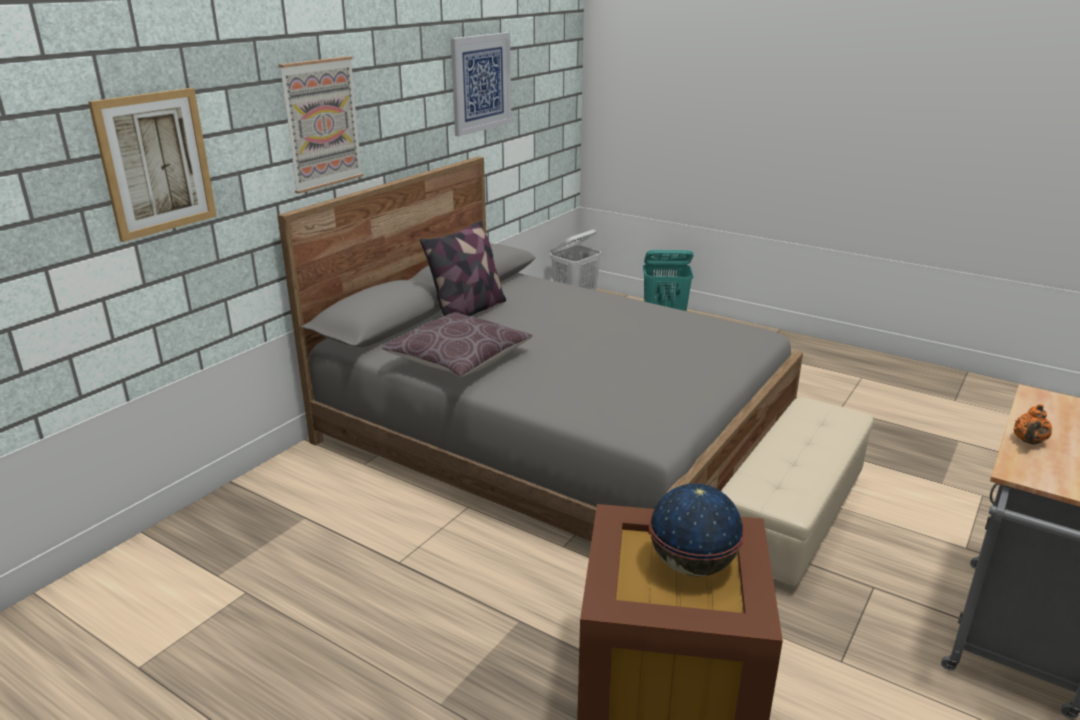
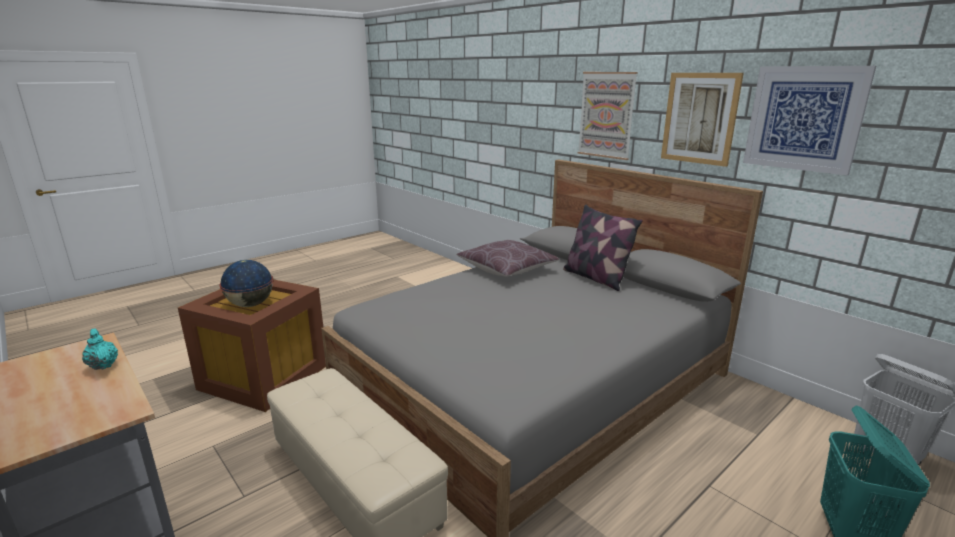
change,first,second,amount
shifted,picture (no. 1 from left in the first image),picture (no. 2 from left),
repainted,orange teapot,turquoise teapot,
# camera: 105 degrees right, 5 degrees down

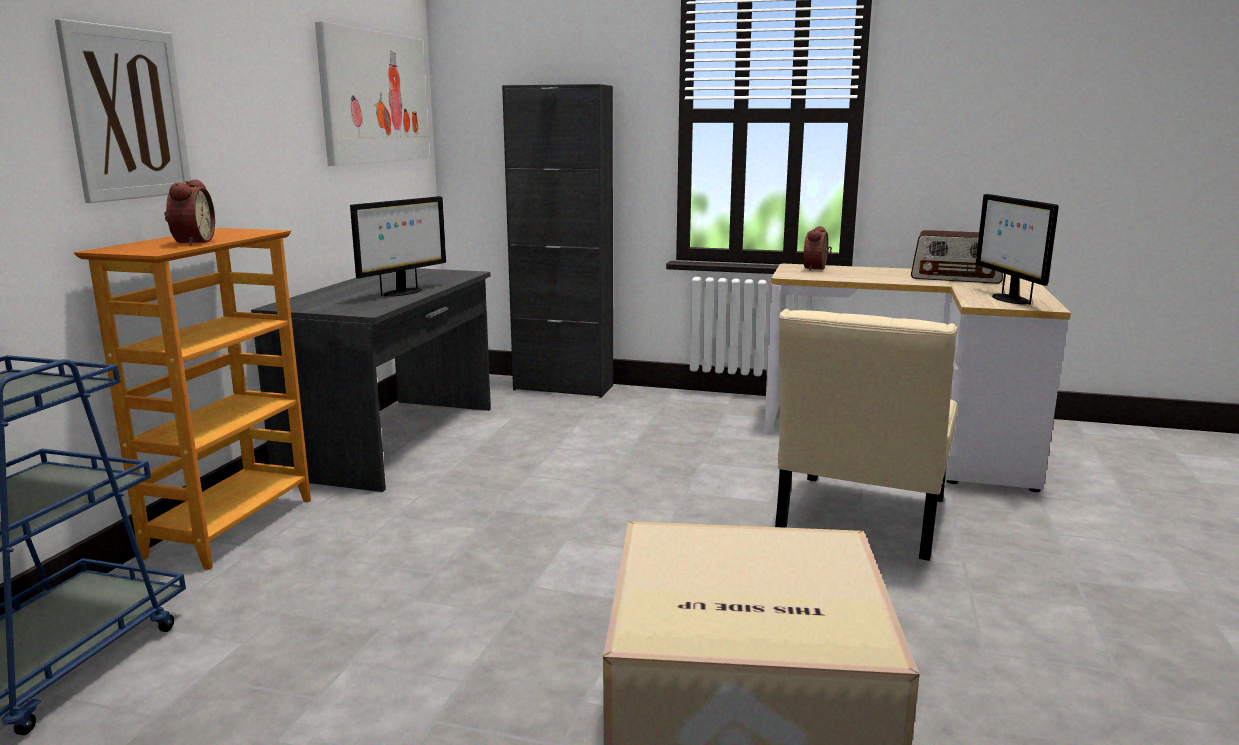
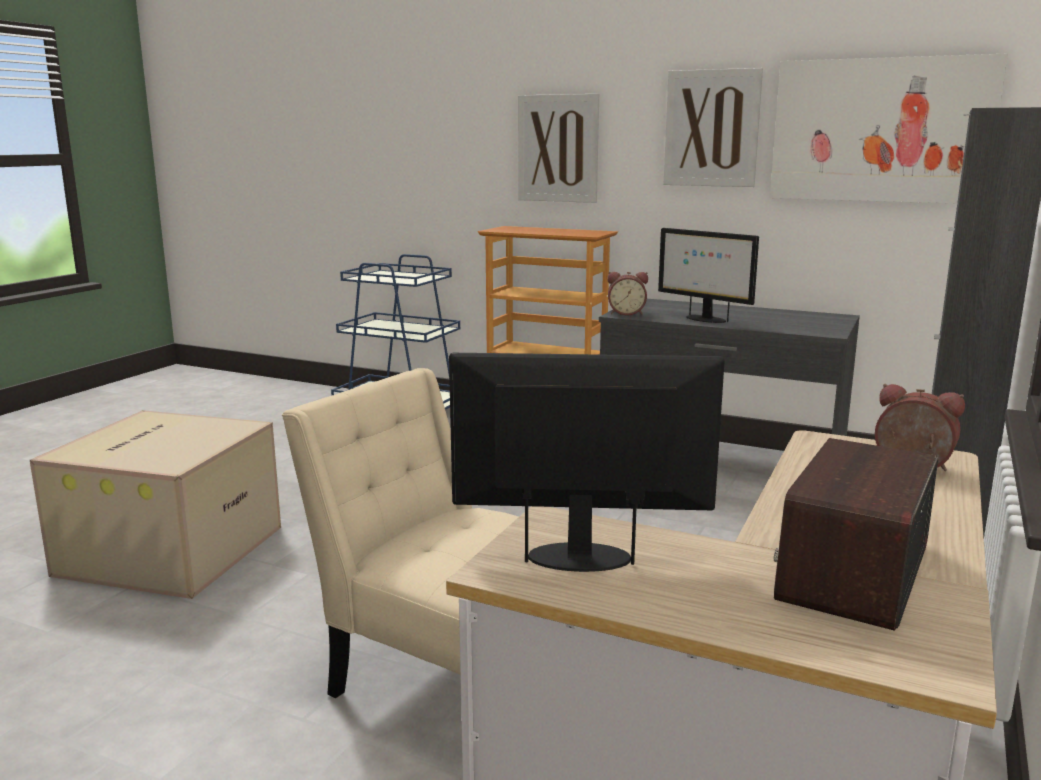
change,first,second,amount
new,,picture (no. 2 from left),
shifted,alarm clock (no. 1 from left),,
# camera: 100 degrees right, 0 degrees up

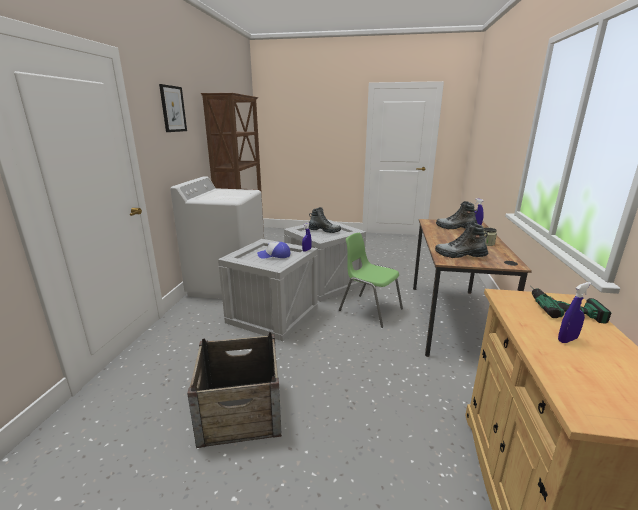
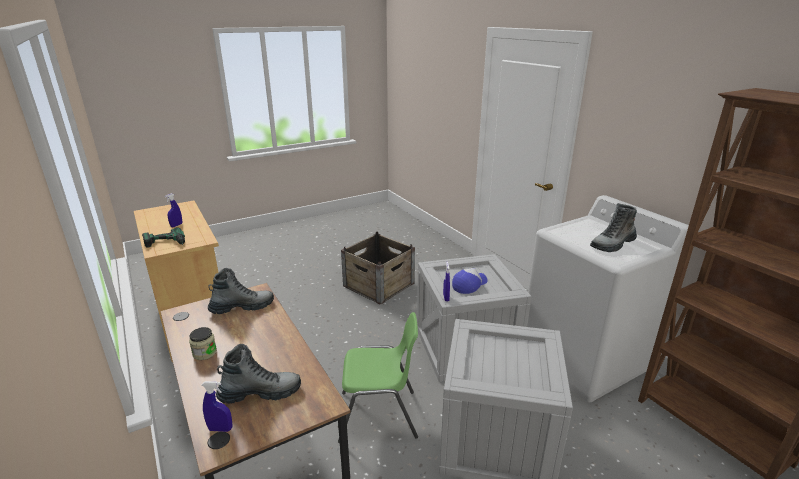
change,first,second,amount
gone,picture,,
shifted,boot (no. 1 from left in the first image),boot (no. 3 from left),
# camera: 140 degrees right, 5 degrees up

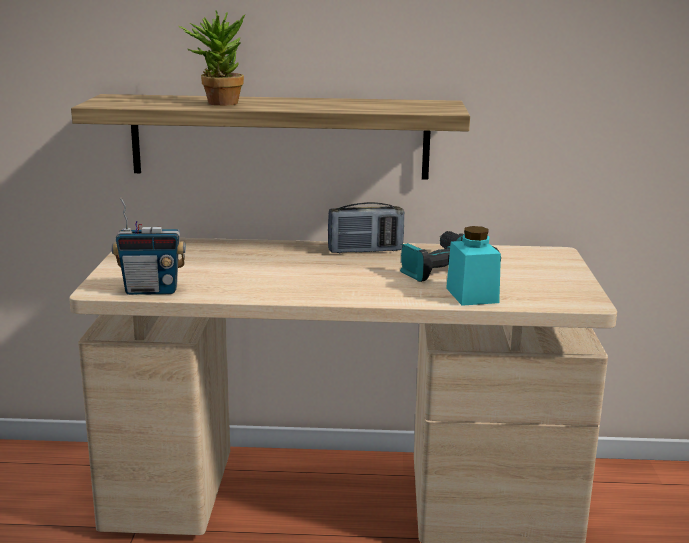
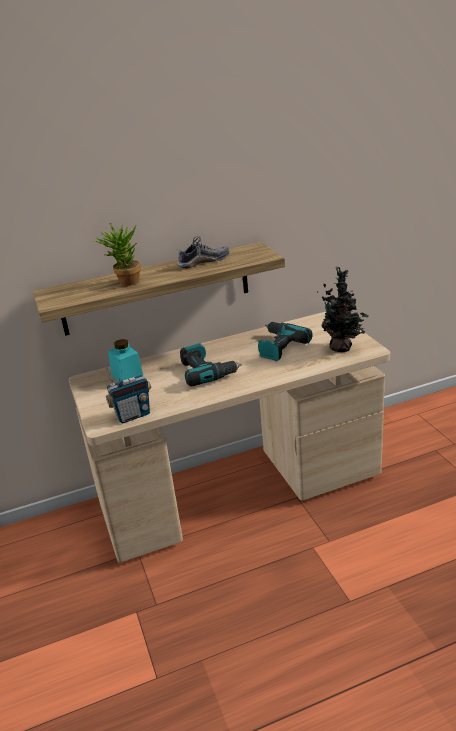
change,first,second,amount
gone,radio (no. 2 from left),,
new,,shoe,
new,,power drill (no. 1 from left),
new,,potted plant (no. 2 from left),
shifted,turquoise jar,,
# camera: 20 degrees left, 10 degrees up

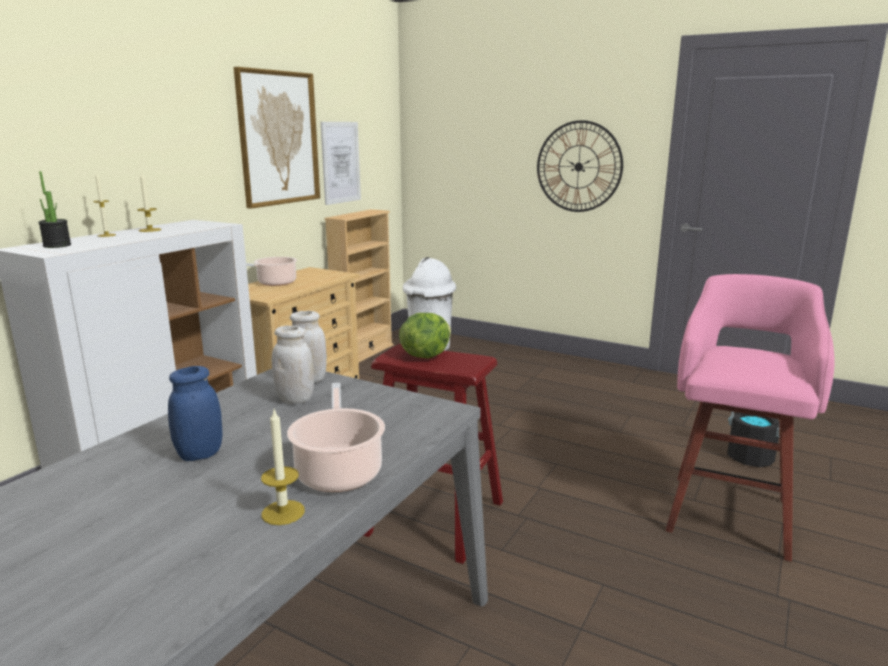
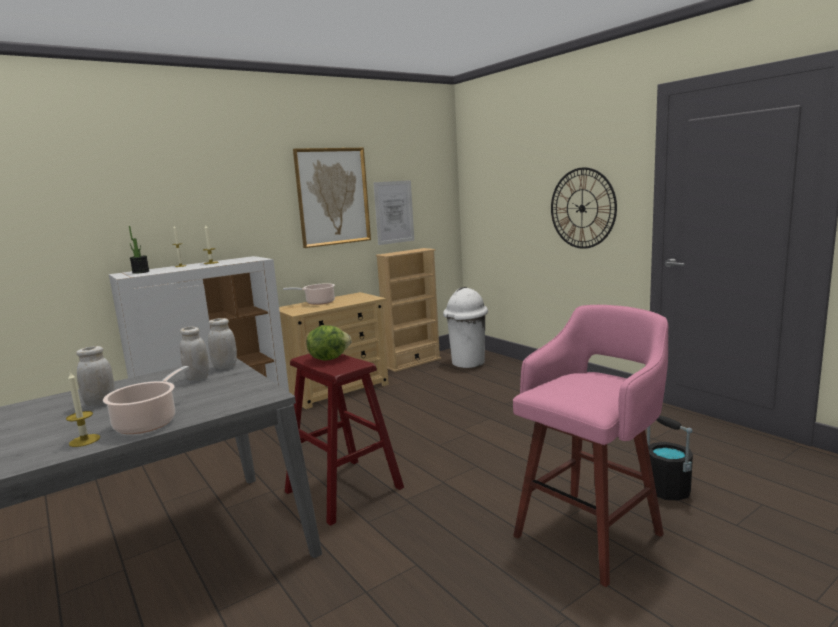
change,first,second,amount
repainted,blue jar,white jar (no. 1 from left),
# camera: 25 degrees right, 5 degrees down

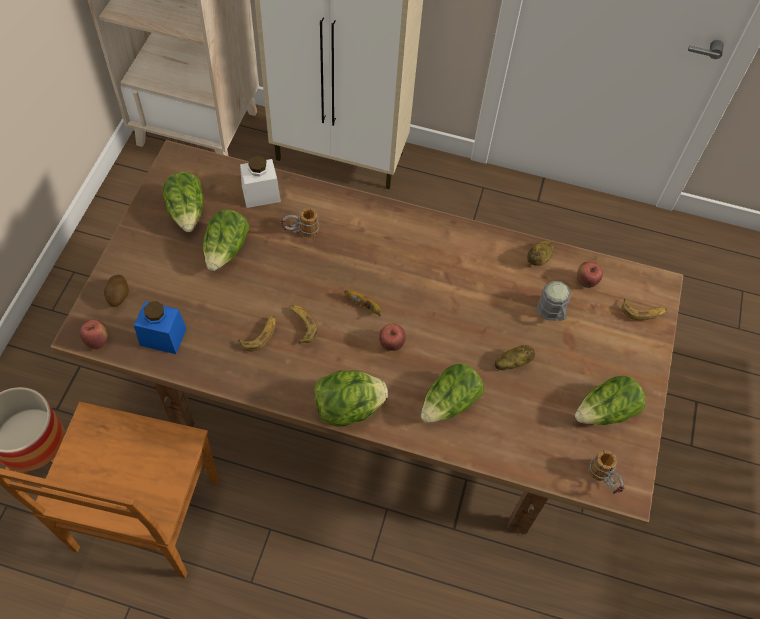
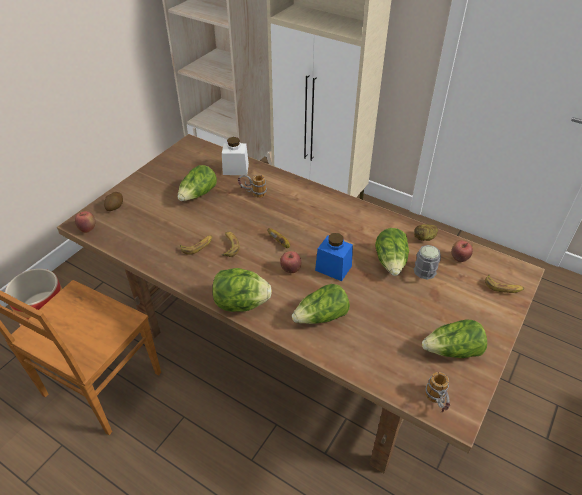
change,first,second,amount
gone,potato (no. 2 from left),,
shifted,blue jar,,
shifted,lettuce (no. 1 from left in the first image),lettuce (no. 4 from left),
# camera: 20 degrees right, 15 degrees down

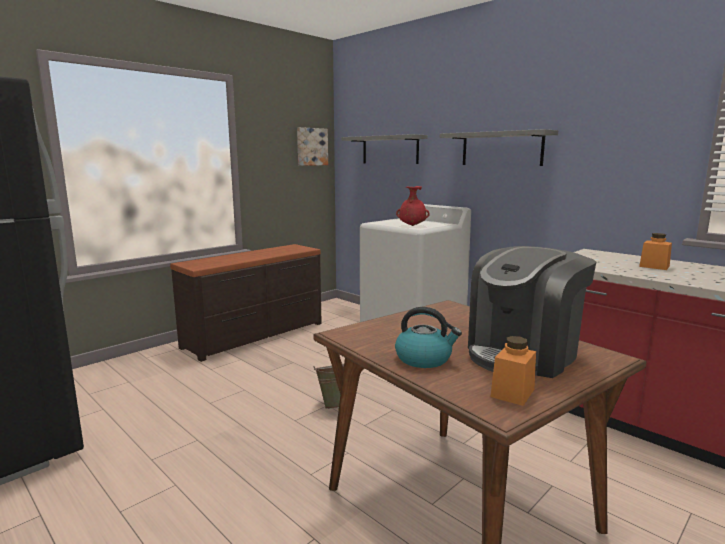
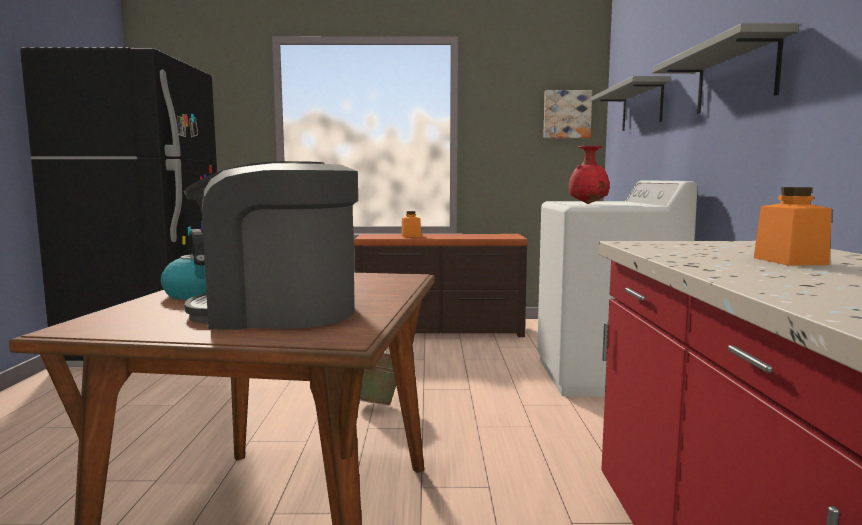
change,first,second,amount
shifted,orange jar (no. 1 from left),,
# camera: 45 degrees right, 5 degrees down

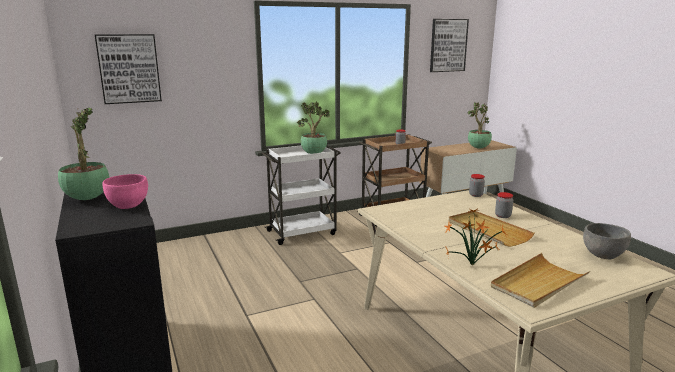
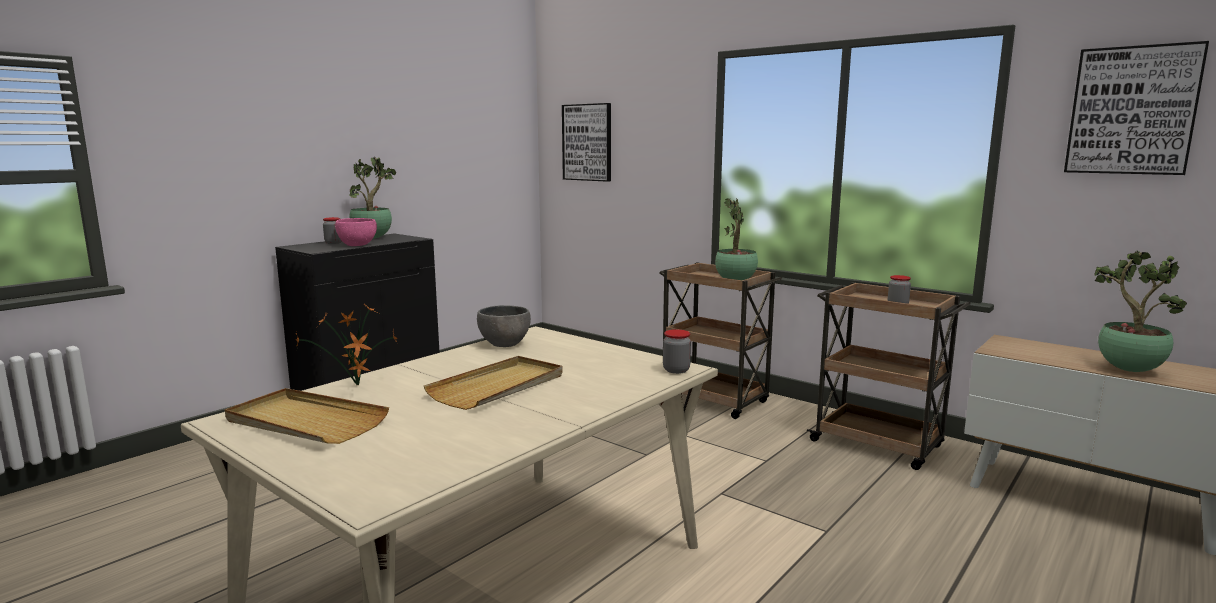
change,first,second,amount
shifted,jar (no. 3 from left in the first image),jar (no. 1 from left),
shifted,grey bowl,,
repainted,white cart,brown cart (no. 1 from left),
# camera: 65 degrees right, 5 degrees down

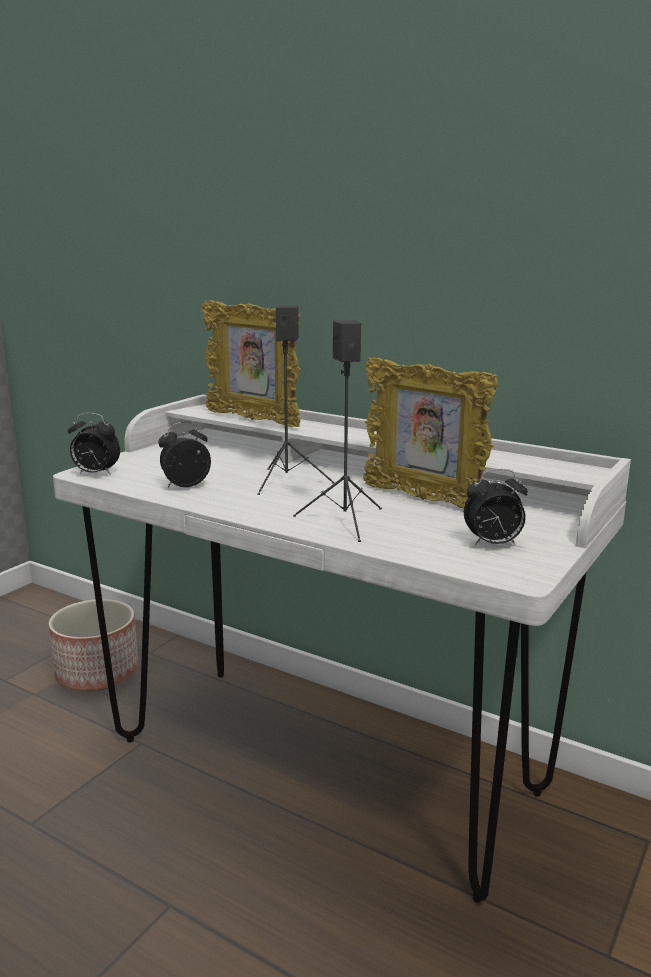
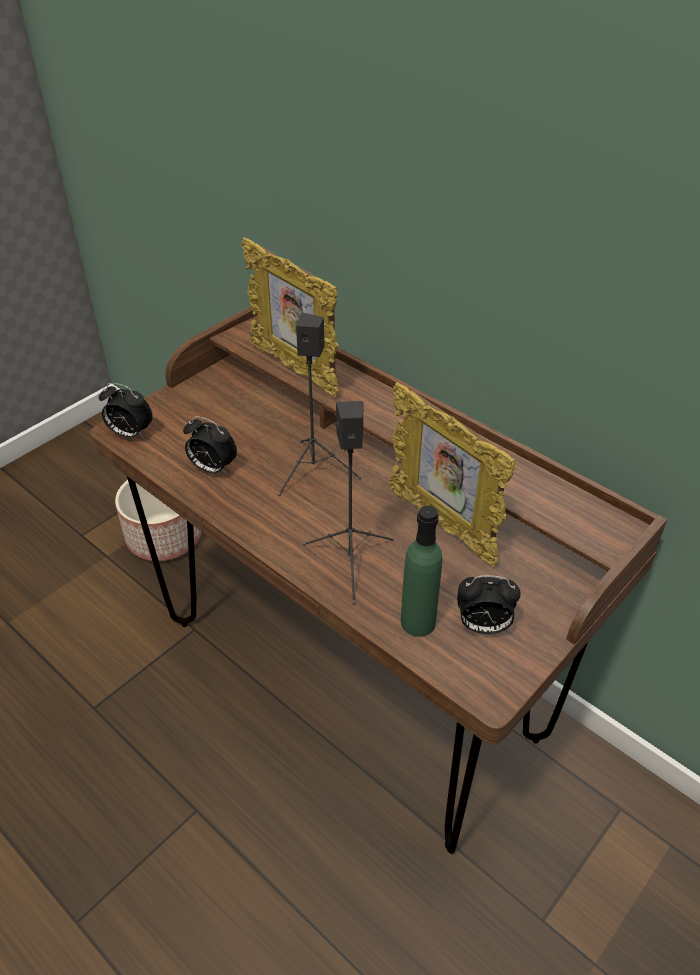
change,first,second,amount
new,,green bottle,
repainted,white desk,brown desk,
rotated,alarm clock (no. 2 from left),,135 degrees counterclockwise
# camera: 10 degrees right, 25 degrees up

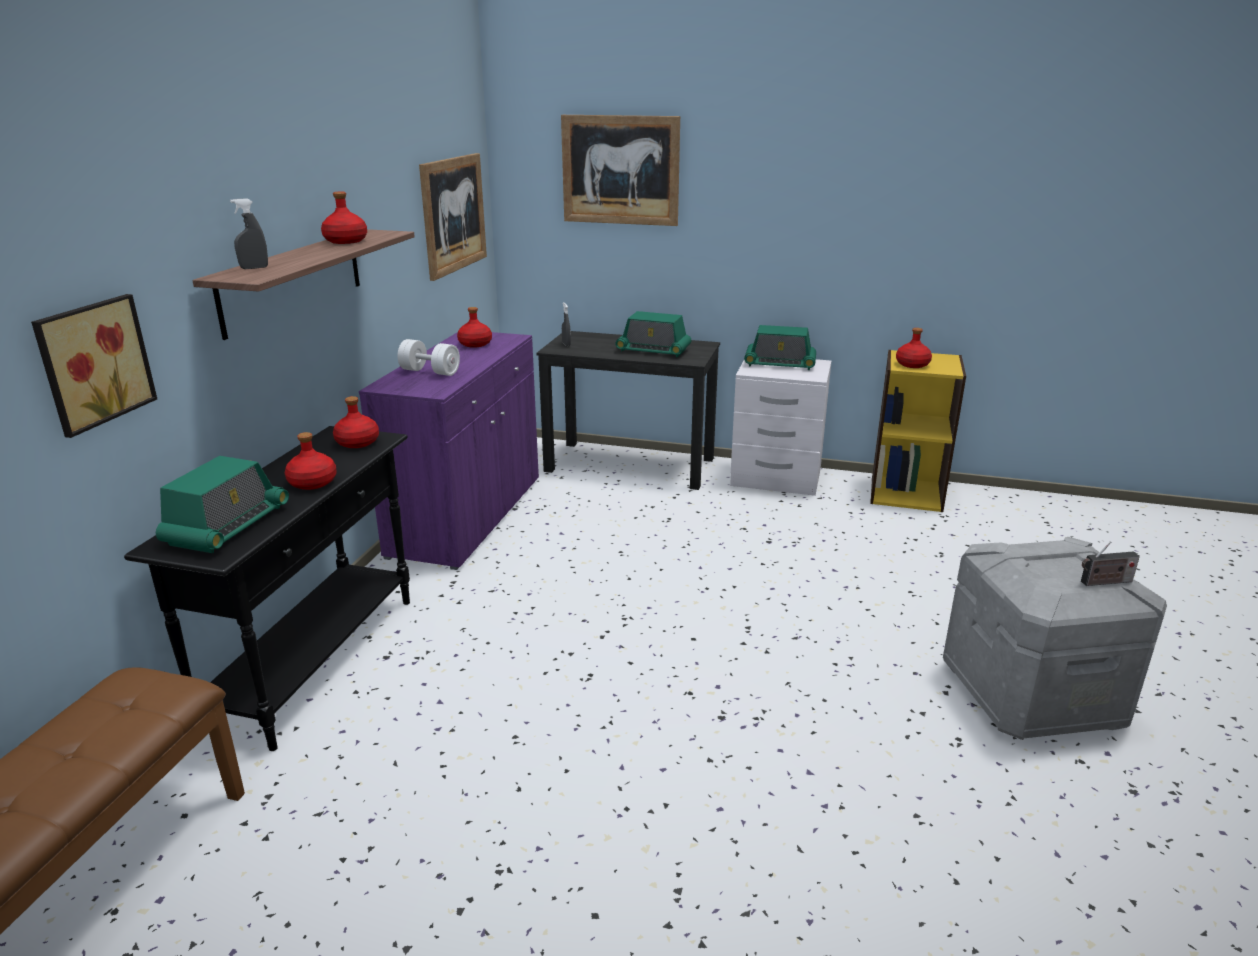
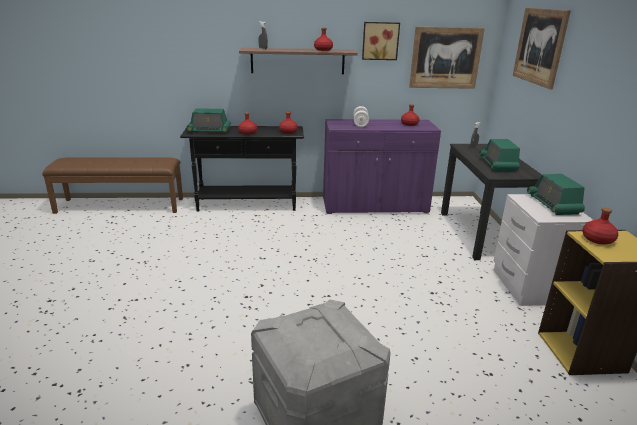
change,first,second,amount
gone,radio (no. 4 from left),,
shifted,picture (no. 1 from left),,
# camera: 70 degrees right, 0 degrees up

